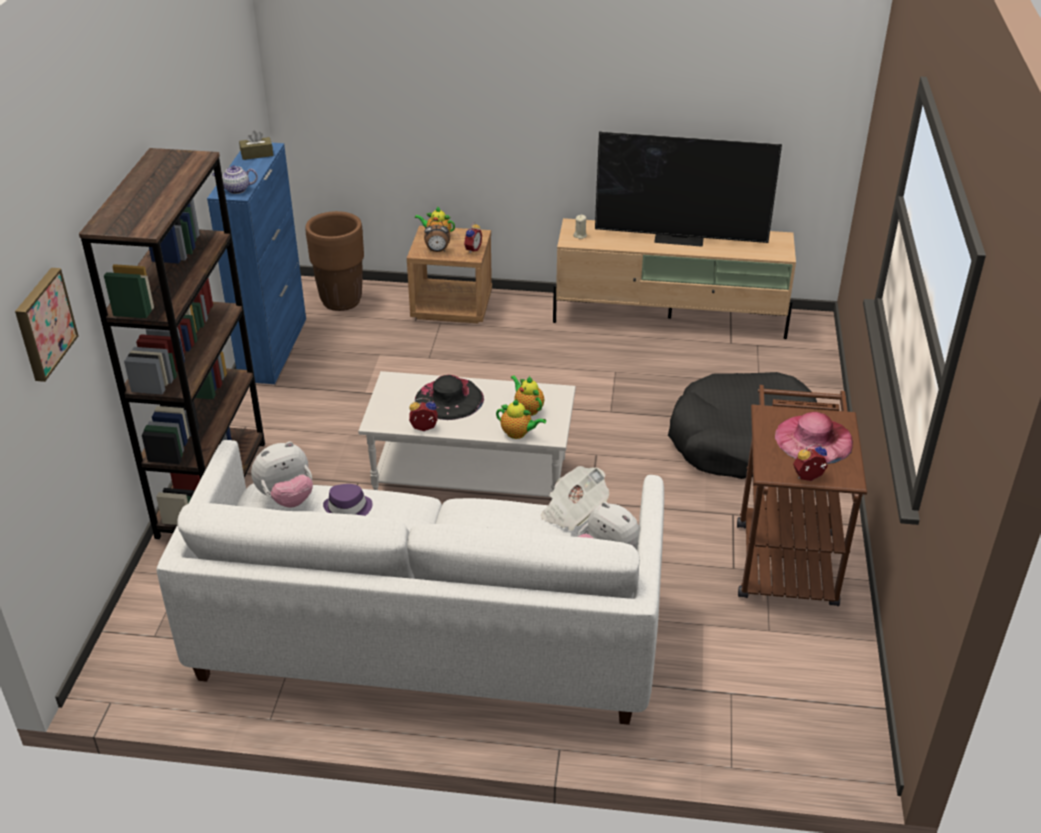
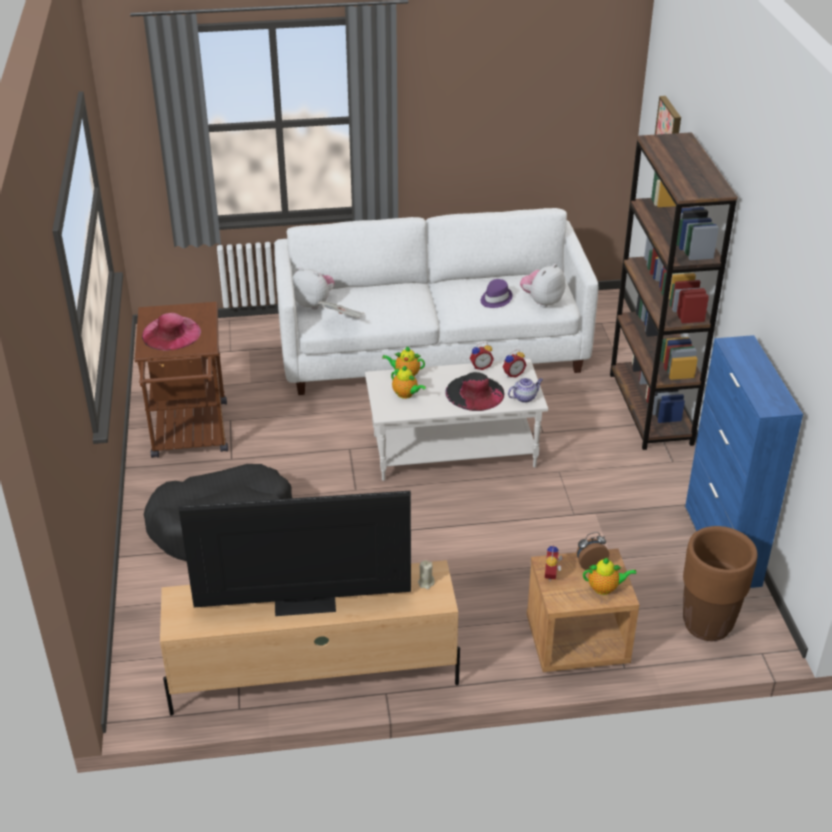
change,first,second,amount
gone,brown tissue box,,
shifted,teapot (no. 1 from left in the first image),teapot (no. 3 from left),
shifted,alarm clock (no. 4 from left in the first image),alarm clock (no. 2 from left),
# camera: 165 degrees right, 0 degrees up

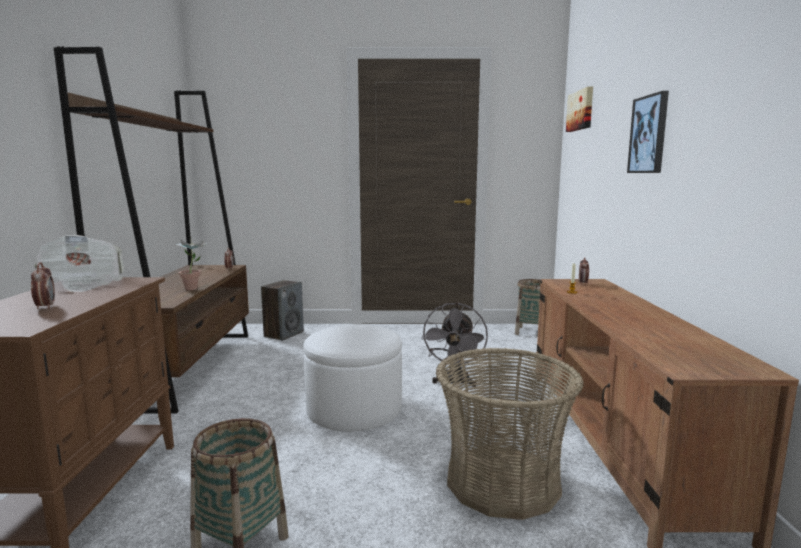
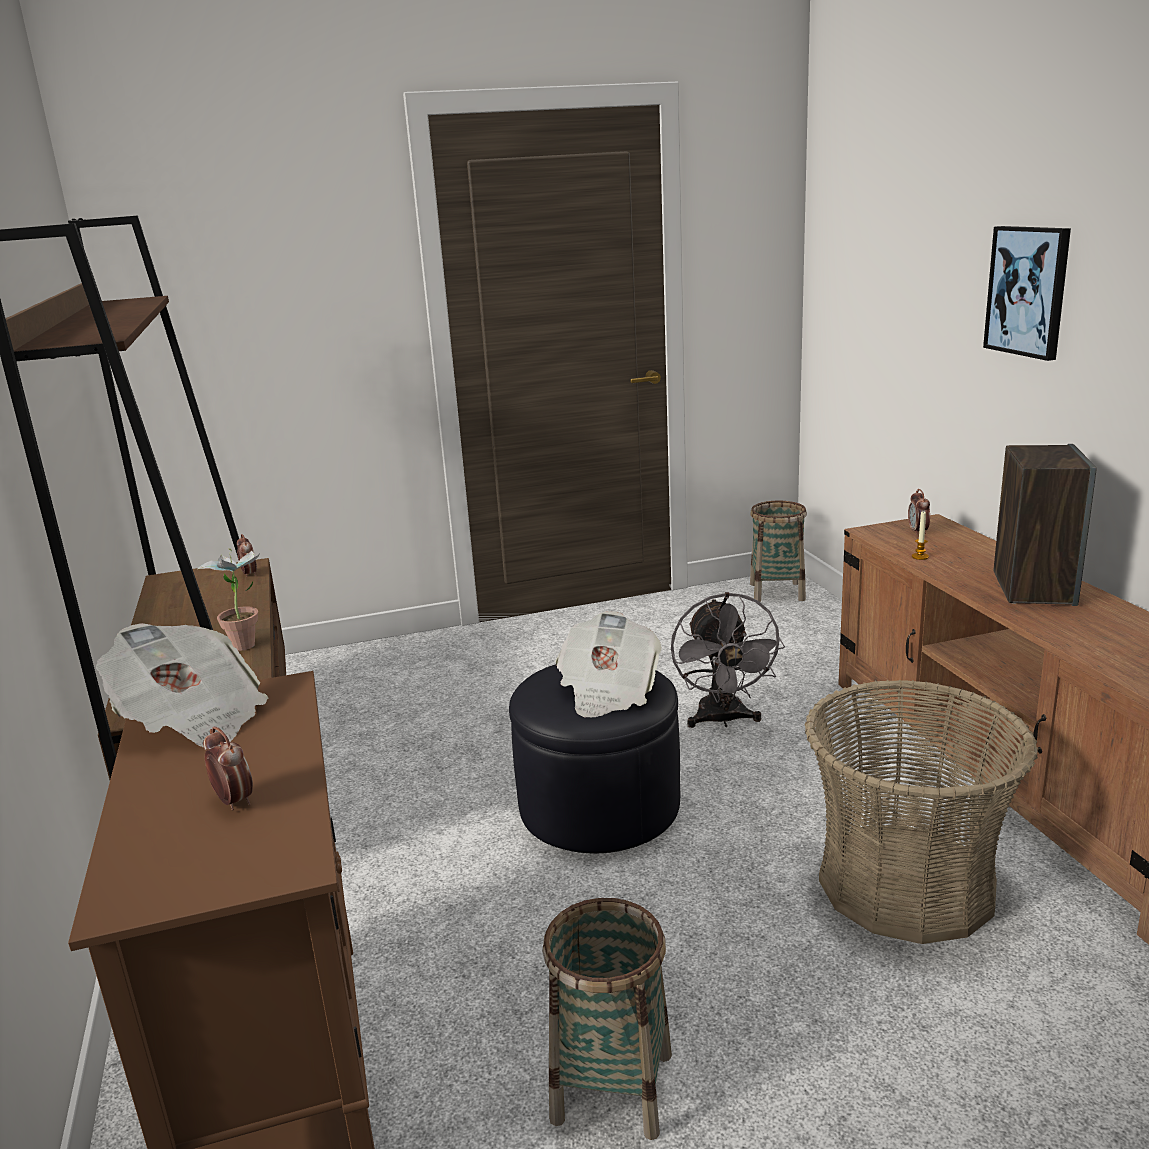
change,first,second,amount
gone,picture (no. 1 from left),,
new,,newspaper (no. 2 from left),
shifted,speaker,,
repainted,white ottoman,black ottoman,
# camera: 15 degrees left, 10 degrees up

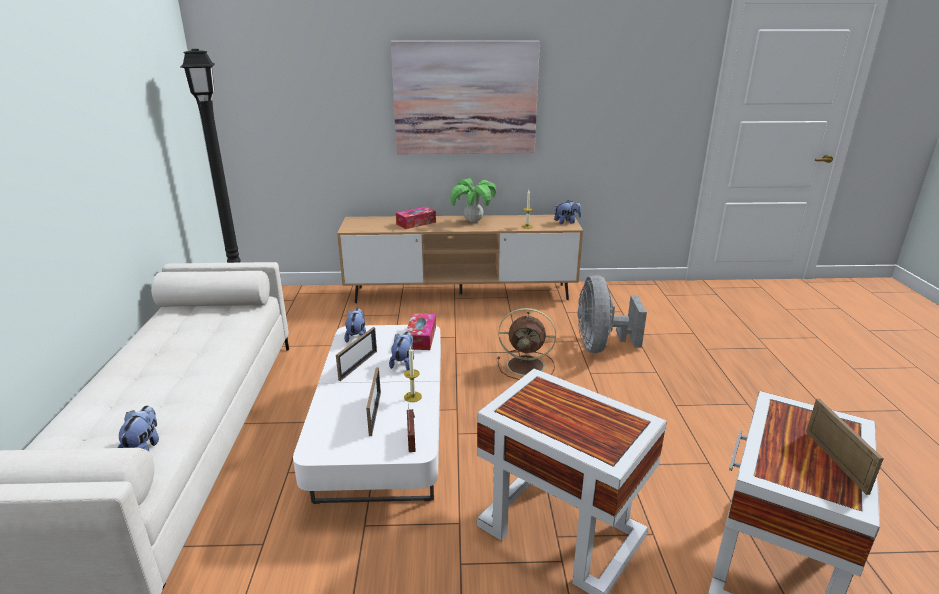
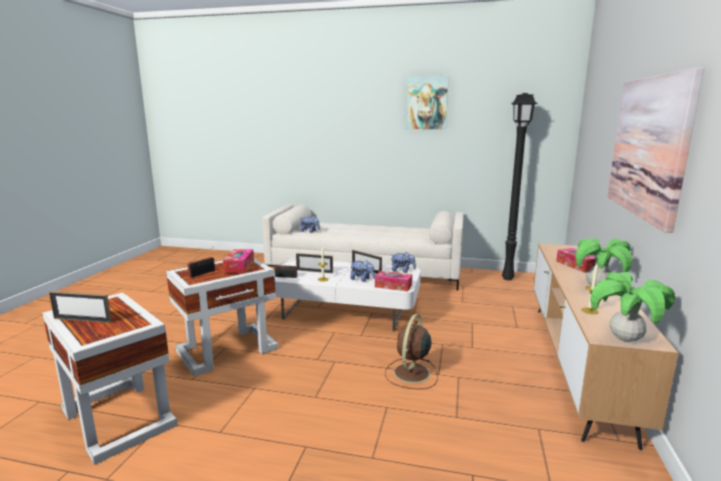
change,first,second,amount
gone,grey fan,,
new,,radio (no. 1 from left),
new,,tissue box (no. 1 from left),
new,,picture (no. 1 from left),
swapped,plush toy (no. 4 from left),potted plant (no. 2 from left),
# camera: 105 degrees right, 10 degrees down

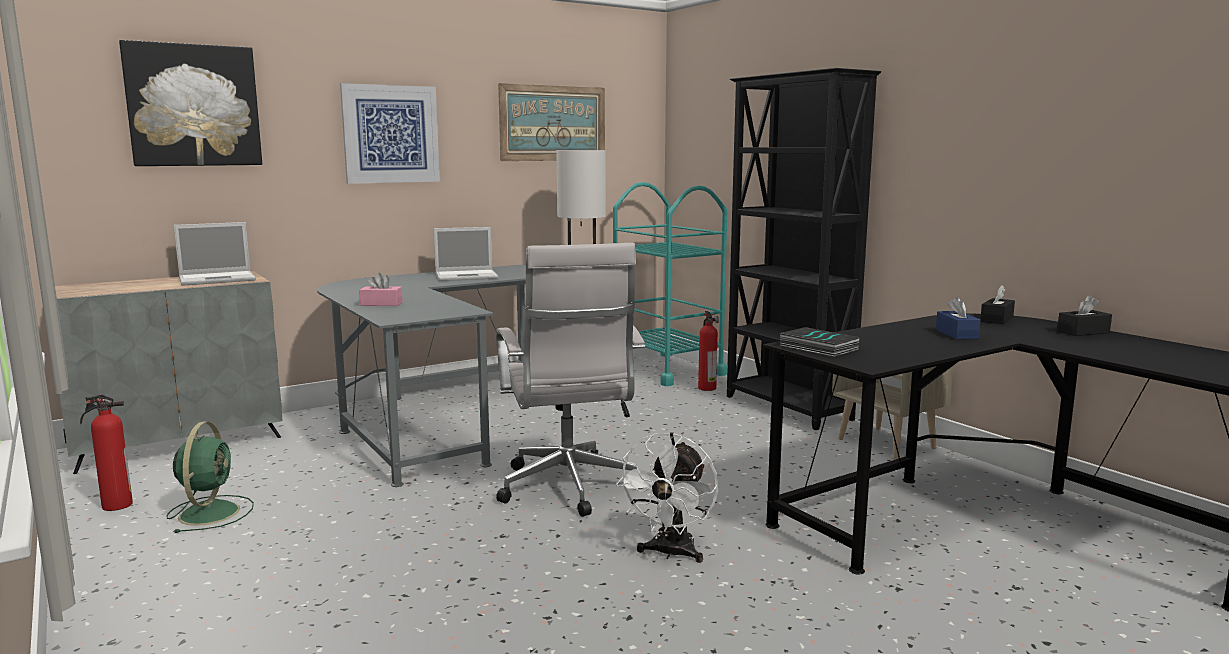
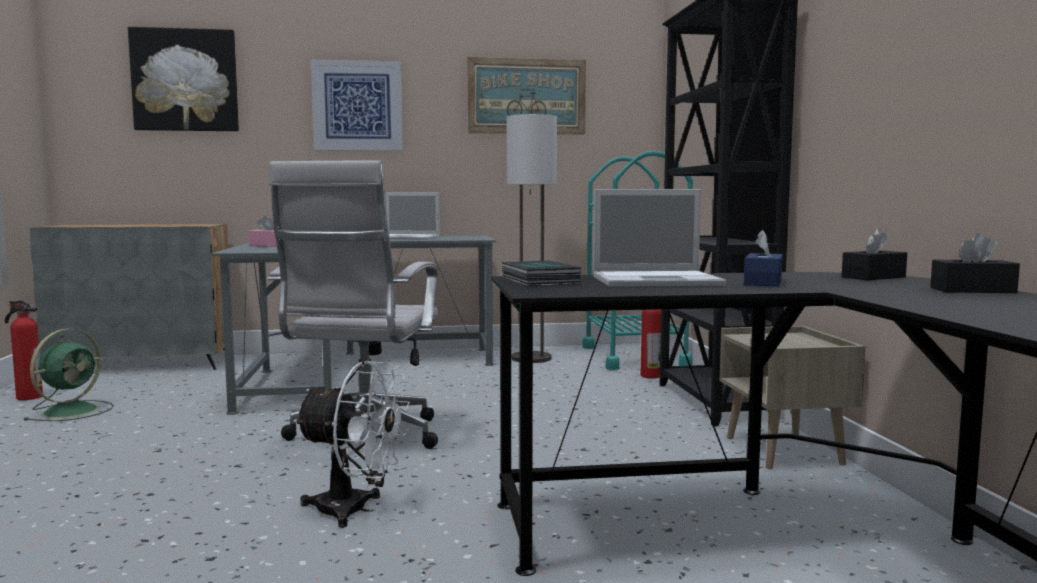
change,first,second,amount
shifted,laptop (no. 1 from left in the first image),laptop (no. 2 from left),
rotated,white fan,,120 degrees counterclockwise
# camera: 25 degrees right, 5 degrees down

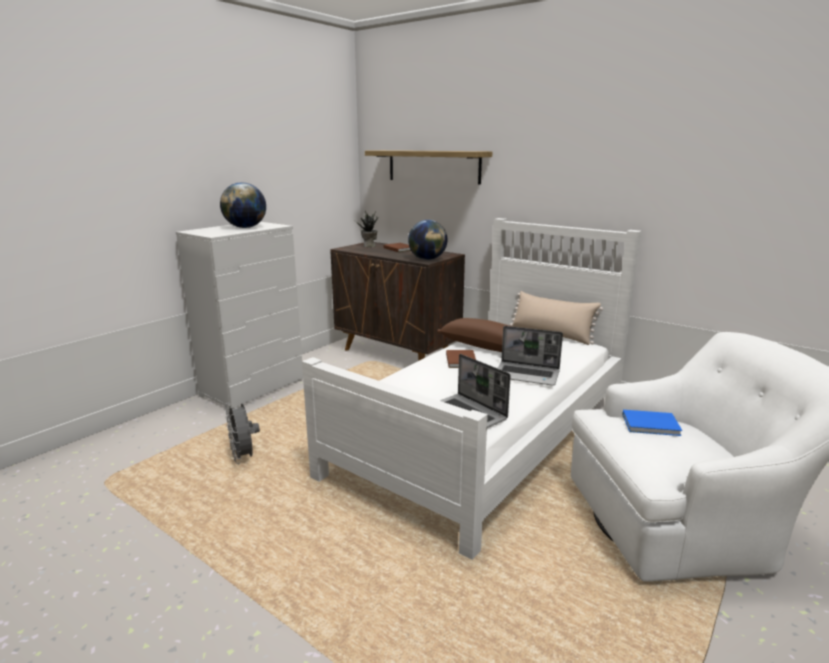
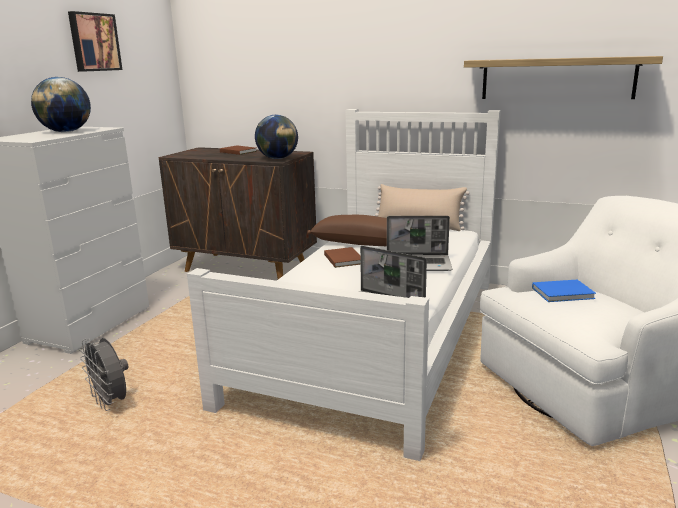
change,first,second,amount
gone,potted plant,,
new,,picture,
shifted,shelf,,
# camera: 15 degrees left, 0 degrees up

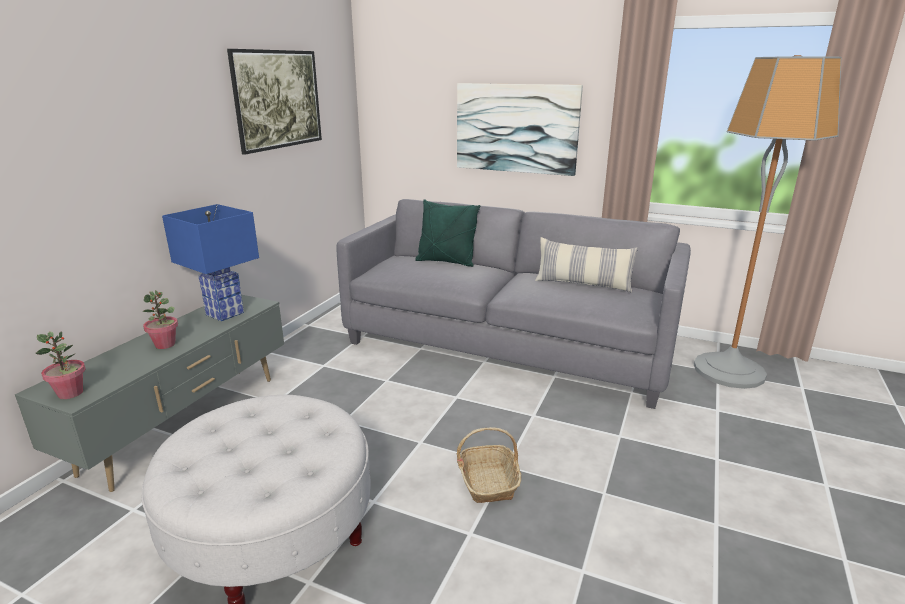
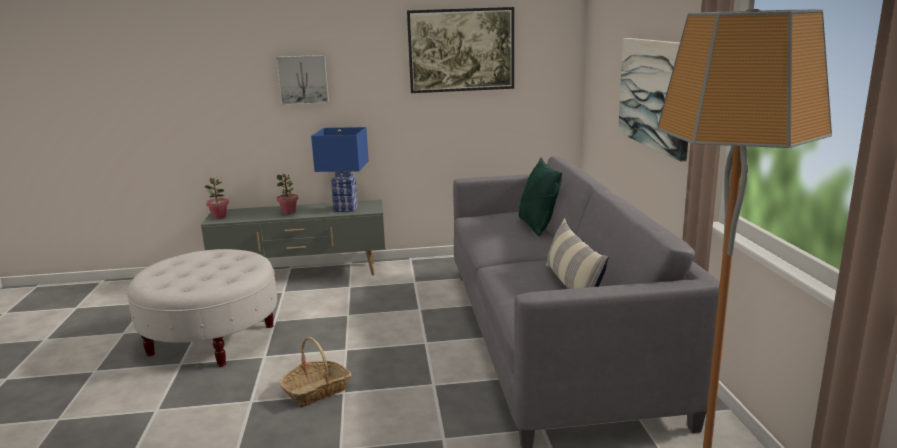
change,first,second,amount
new,,picture (no. 1 from left),
# camera: 60 degrees right, 5 degrees down

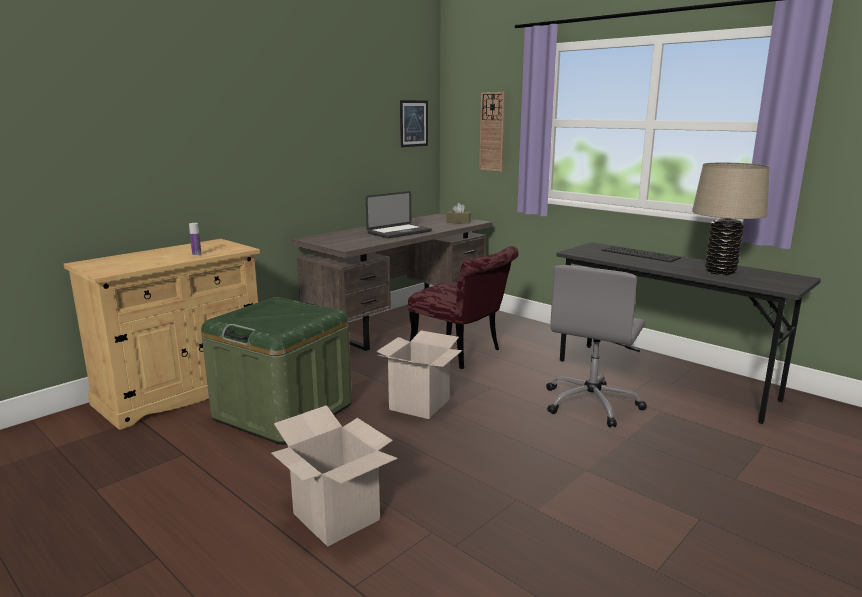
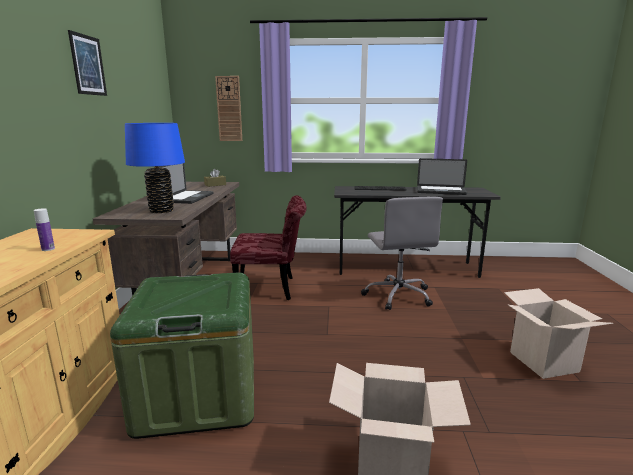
change,first,second,amount
new,,blue table lamp,
shifted,cardboard box (no. 2 from left),,
shifted,picture,,
swapped,beige table lamp,laptop (no. 2 from left),
# camera: 40 degrees left, 0 degrees up

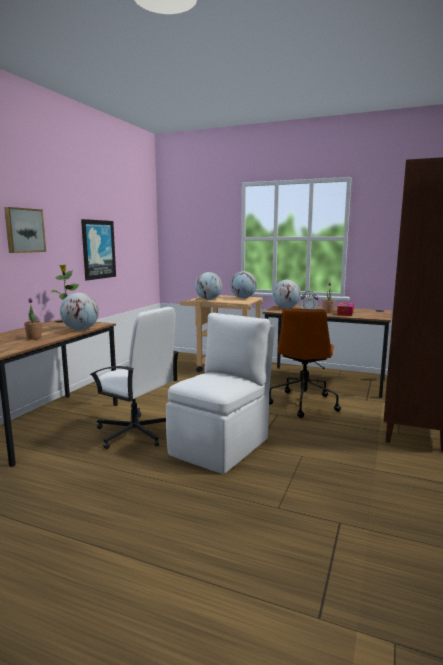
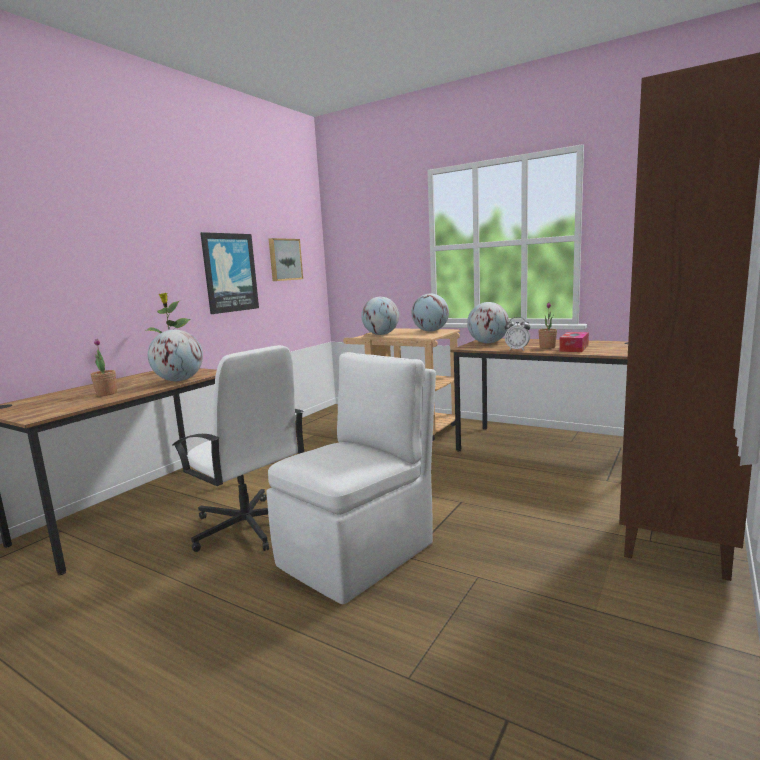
change,first,second,amount
gone,brown office chair,,
shifted,picture (no. 1 from left in the first image),picture (no. 2 from left),
# camera: 10 degrees right, 0 degrees up

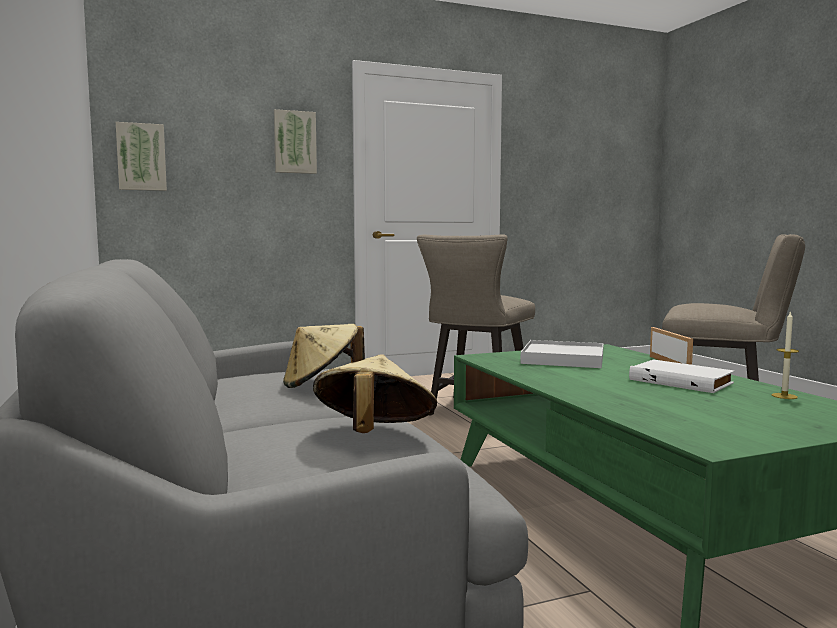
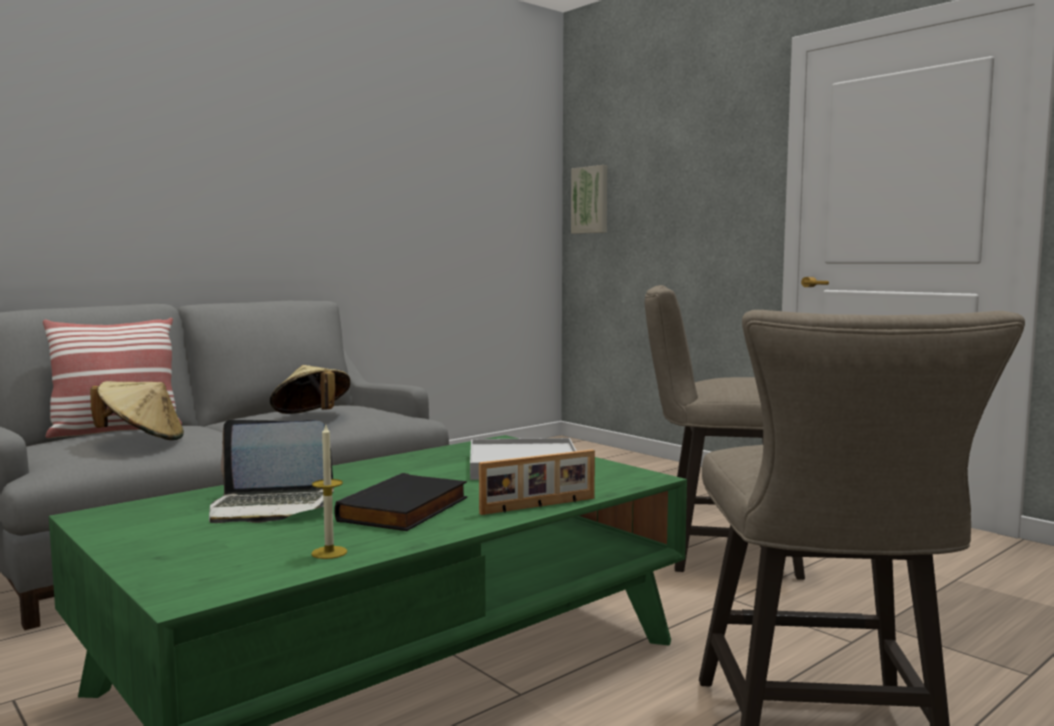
change,first,second,amount
gone,picture (no. 2 from left),,
new,,pillow,
new,,laptop,
repainted,white book,black book,
# camera: 70 degrees right, 0 degrees up

